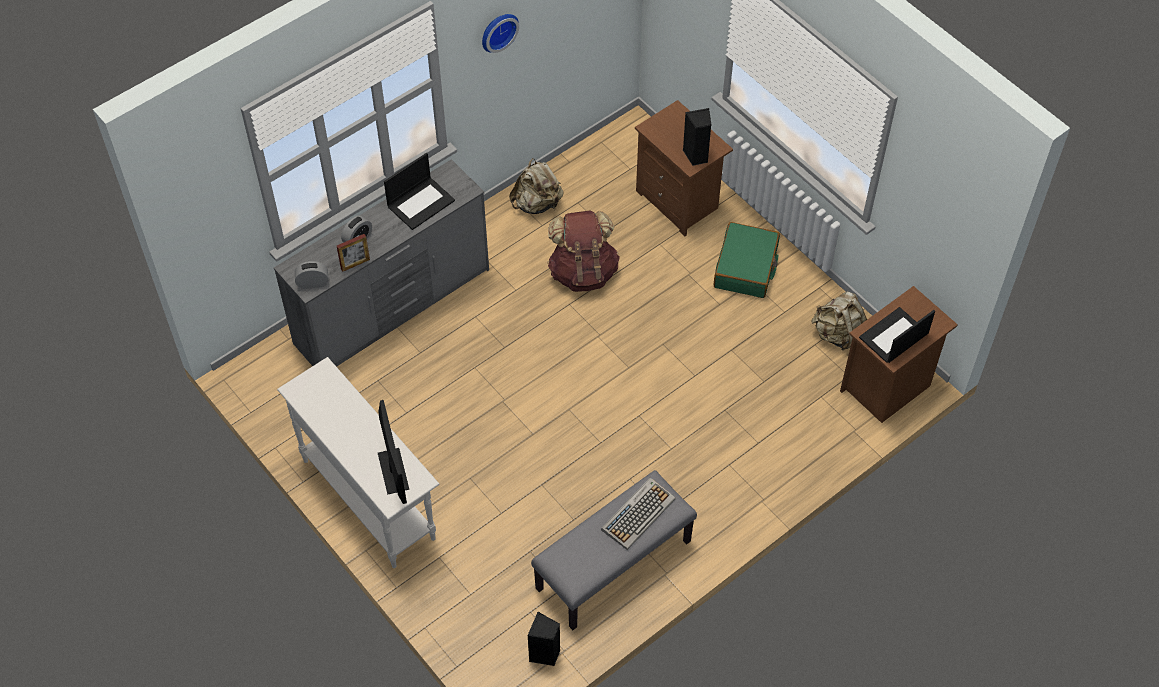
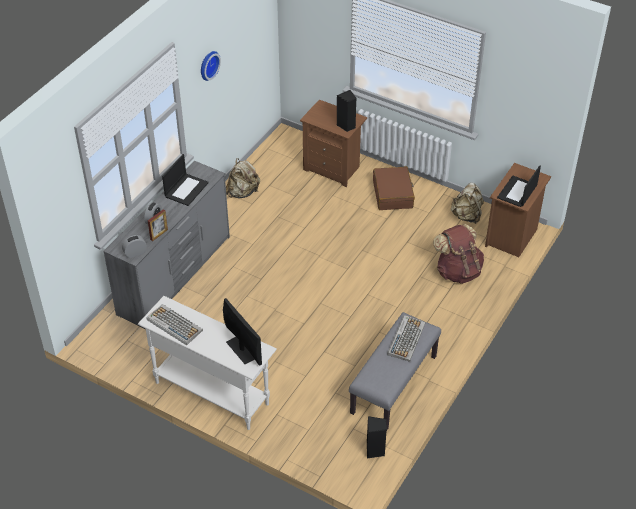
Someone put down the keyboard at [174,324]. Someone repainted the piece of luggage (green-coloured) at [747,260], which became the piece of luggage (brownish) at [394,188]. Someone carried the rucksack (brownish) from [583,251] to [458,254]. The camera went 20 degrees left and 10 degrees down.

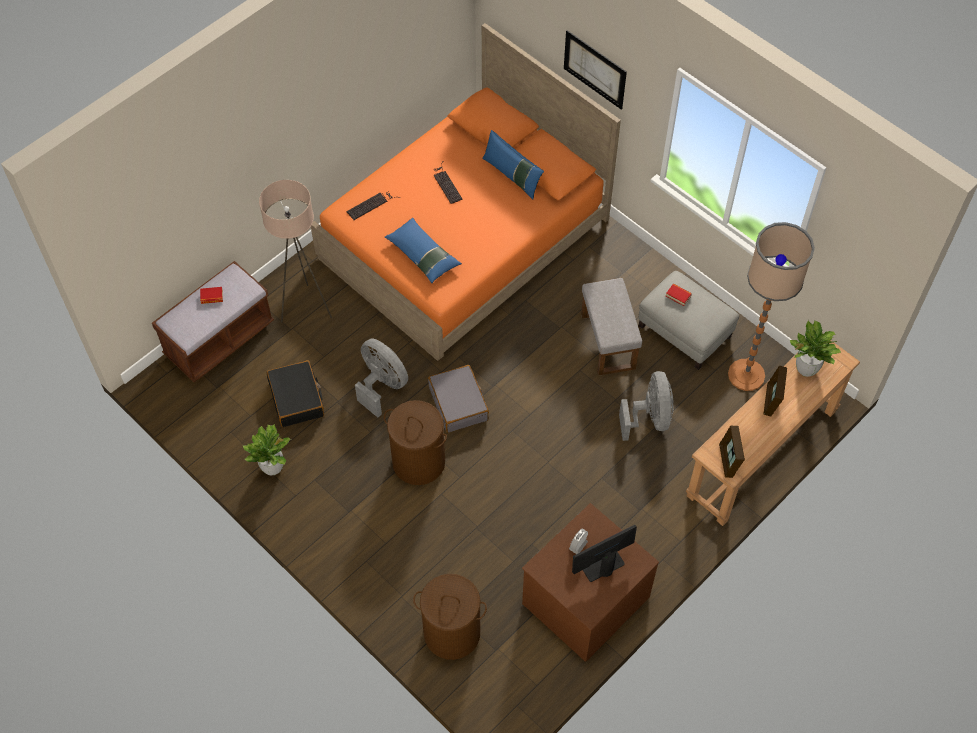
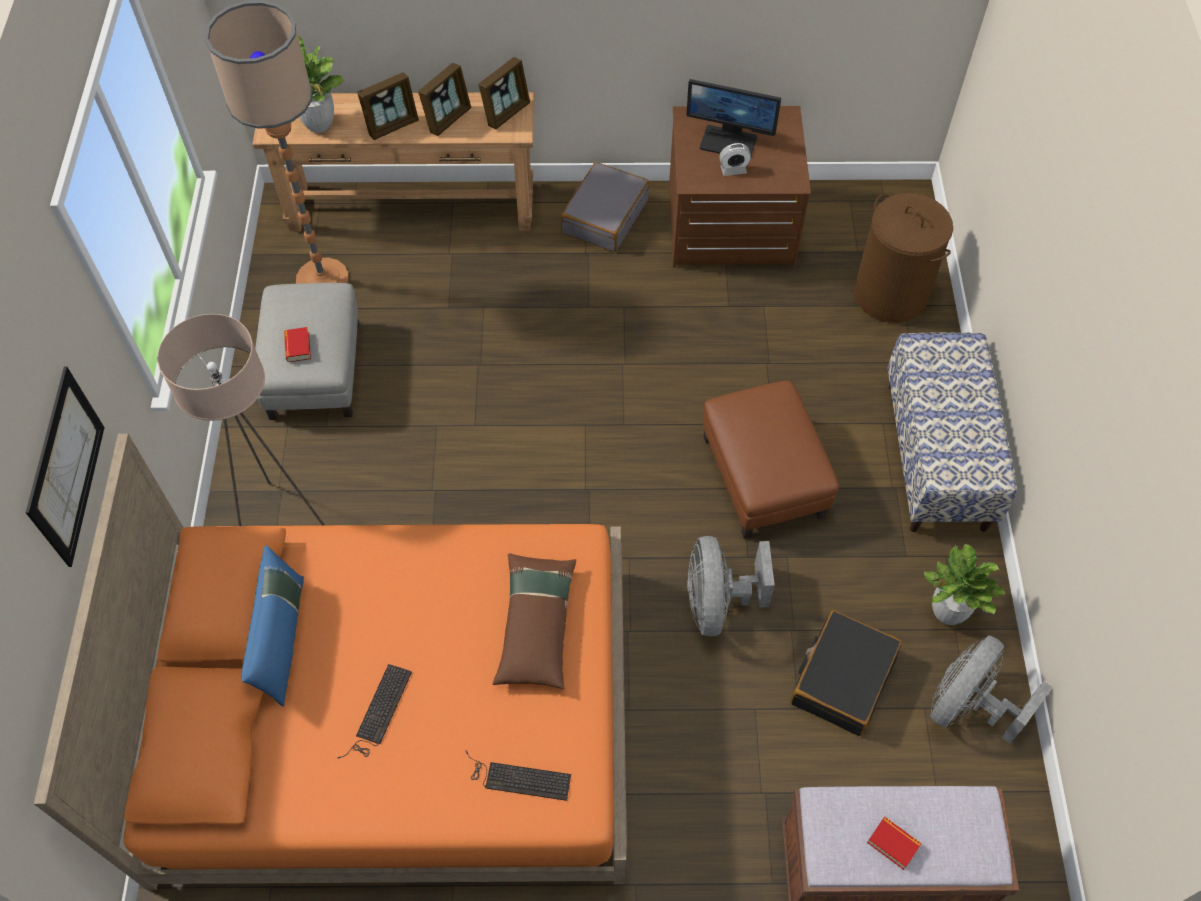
Someone carried the standing lamp (sand-coloured) from [295,251] to [241,420]. Someone put down the picture frame at [444,99]. Someone repainted the pillow (blue) at [423,250], which became the pillow (brownish) at [534,621]. Someone carried the piece of luggage (grey) from [458,399] to [605,207]. Someone swapped the hamper (brownish) at [415,442] for the footrest (brownish) at [771,460]. Someone put down the indoor bench at [952,432]. Someone carried the fan (grey) from [646,406] to [991,689]. Someone took away the footrest (grey) at [611,327]. The camera went 135 degrees left and 0 degrees up.

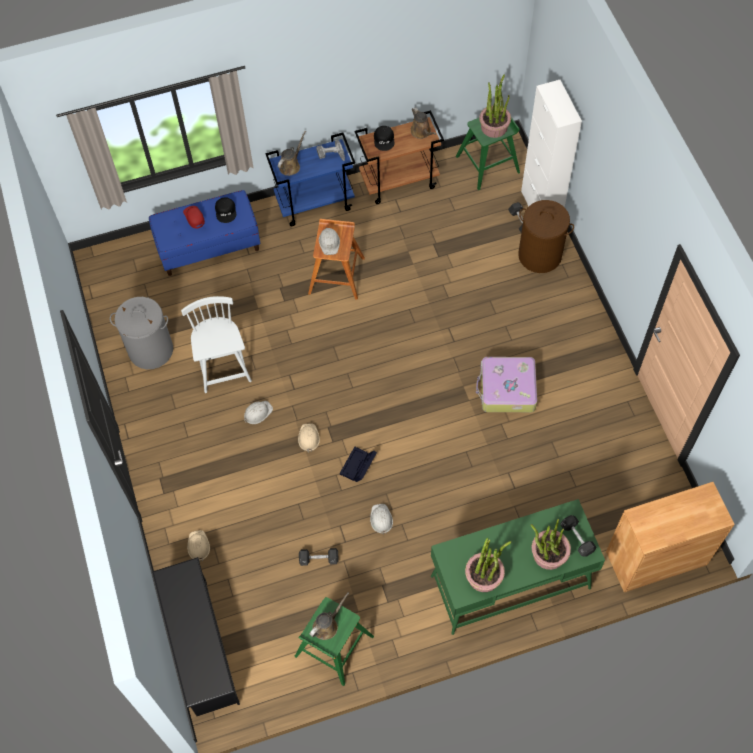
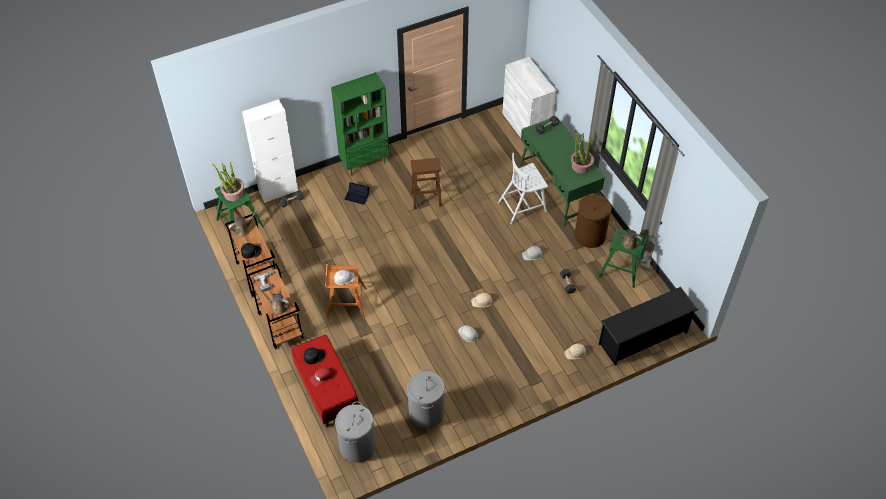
Someone repainted the trolley (blue) at [310,179], which became the trolley (brownish) at [275,306]. Someone repainted the indoor bench (blue) at [204,233], which became the indoor bench (red) at [325,381]. Someone put down the bookshelf (green-coloured) at [360,124]. Someone put down the hamper (grey) at [355,432]. Someone carried the storage container (blackish) from [358,464] to [357,193]. Someone swapped the piece of luggage at [506,384] for the sitting stool (brownish) at [426,183]. Someone carried the plain chair (white-coloured) from [216,344] to [523,188]. Someone repainted the storage cabinet (brownish) at [670,537], which became the storage cabinet (white-coloured) at [529,97]. Someone carried the hamper (brownish) from [546,236] to [593,220]. Someone took away the potted plant at [551,544]. The camera went 100 degrees left and 10 degrees down.

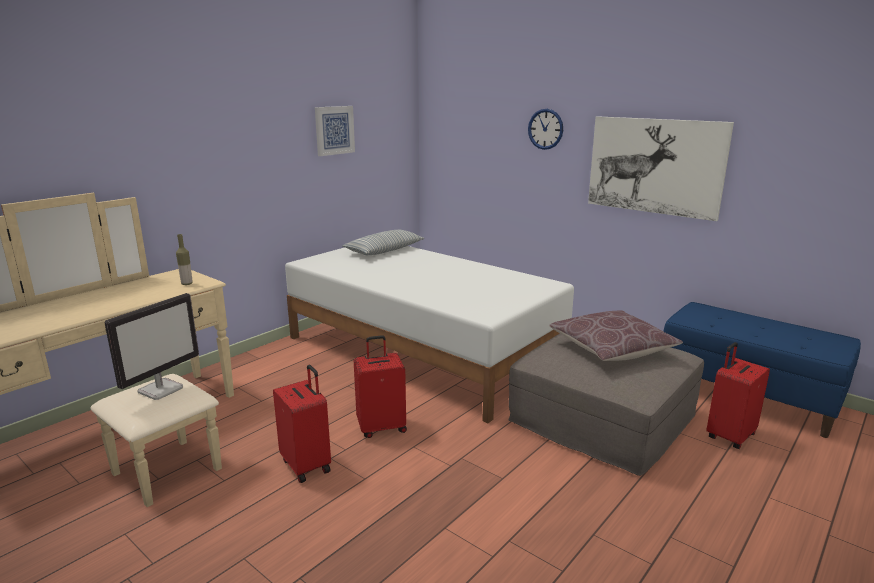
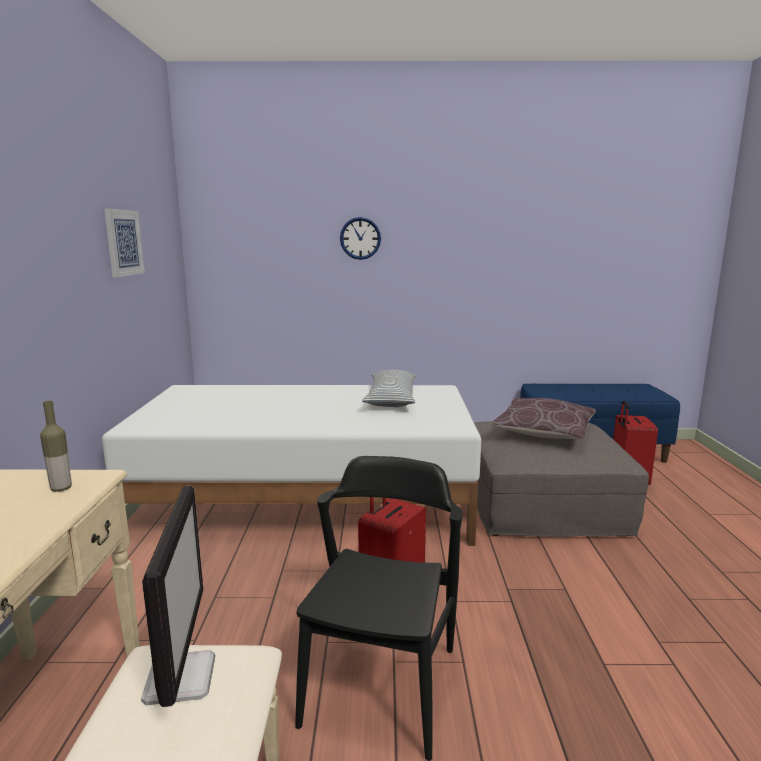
Someone swapped the piece of luggage (red) at [302,424] for the plain chair (blackish) at [379,608]. Someone carried the pillow from [383,242] to [389,388]. Someone took away the picture at [661,168]. The camera went 40 degrees left and 5 degrees down.

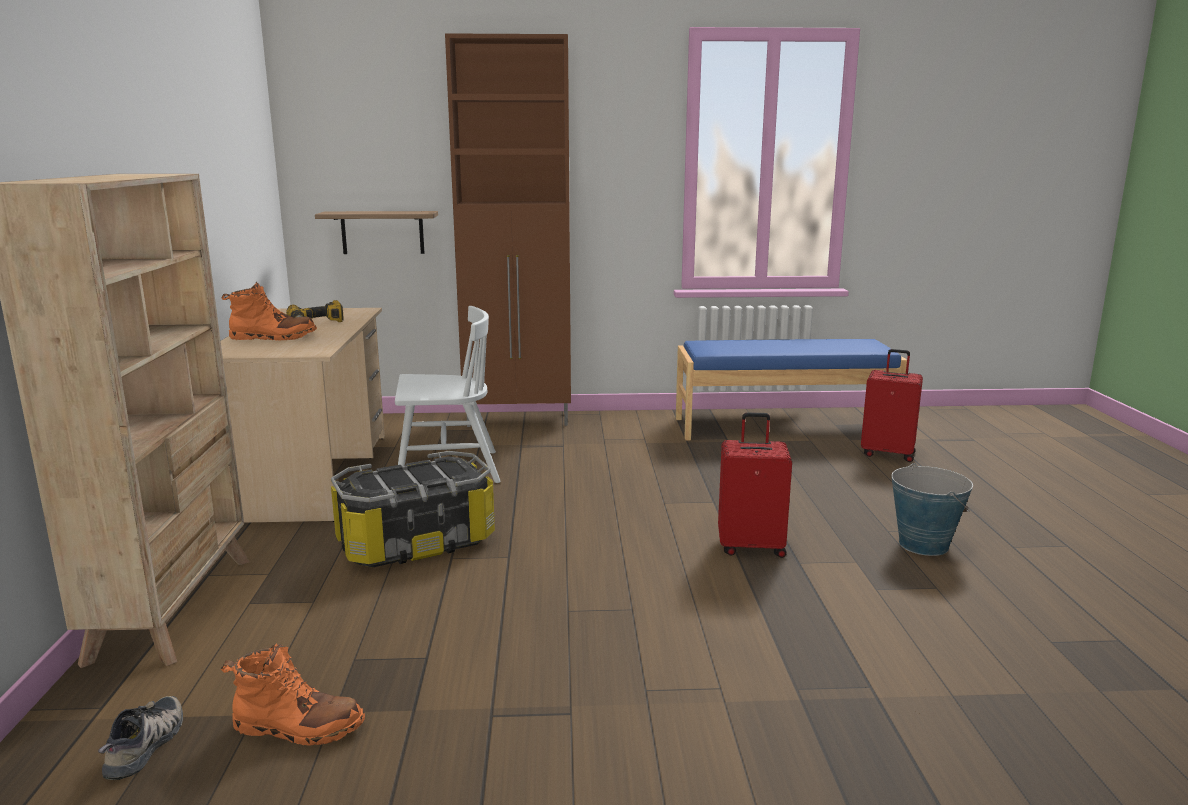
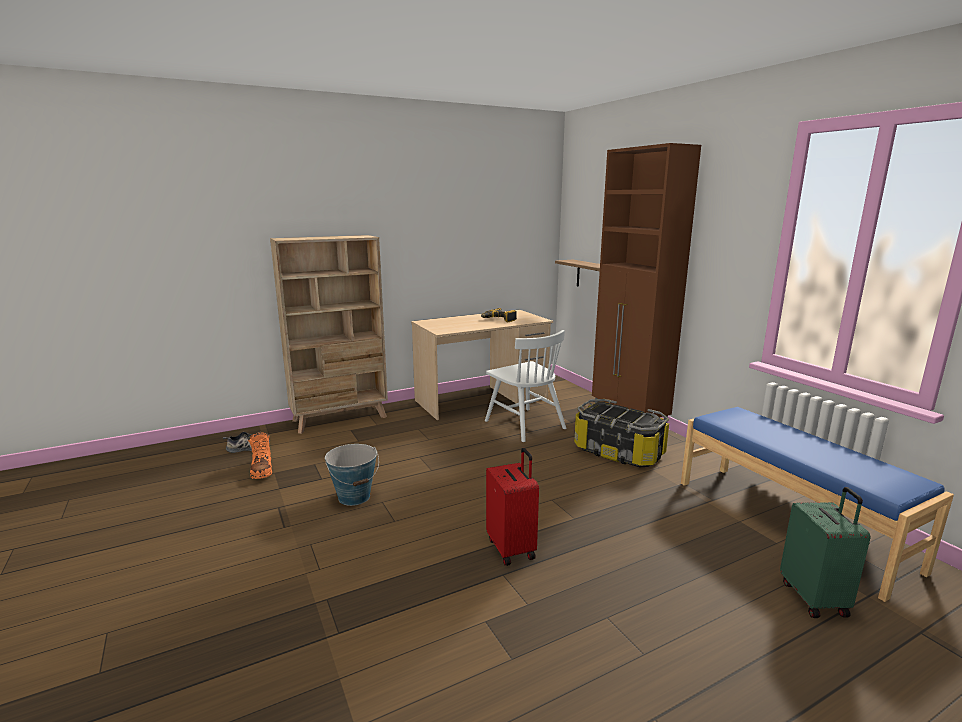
Someone carried the water bucket from [932,509] to [352,475]. Someone carried the storage container from [413,509] to [621,433]. Someone repainted the piece of luggage (red) at [892,405], which became the piece of luggage (green-coloured) at [825,552]. Someone took away the tall boot (orangey) at [269,311]. The camera went 65 degrees right and 0 degrees up.

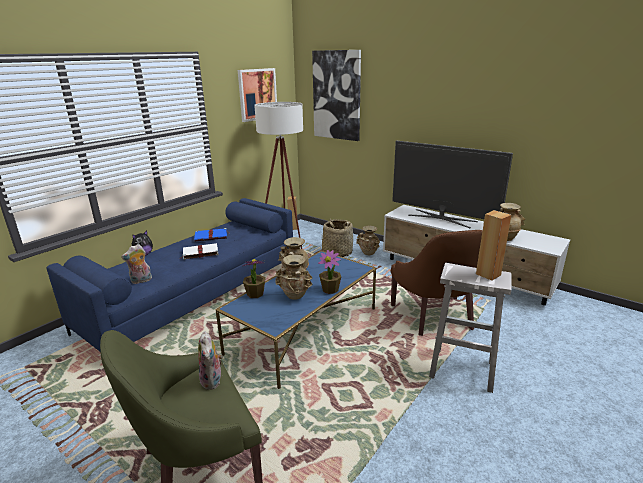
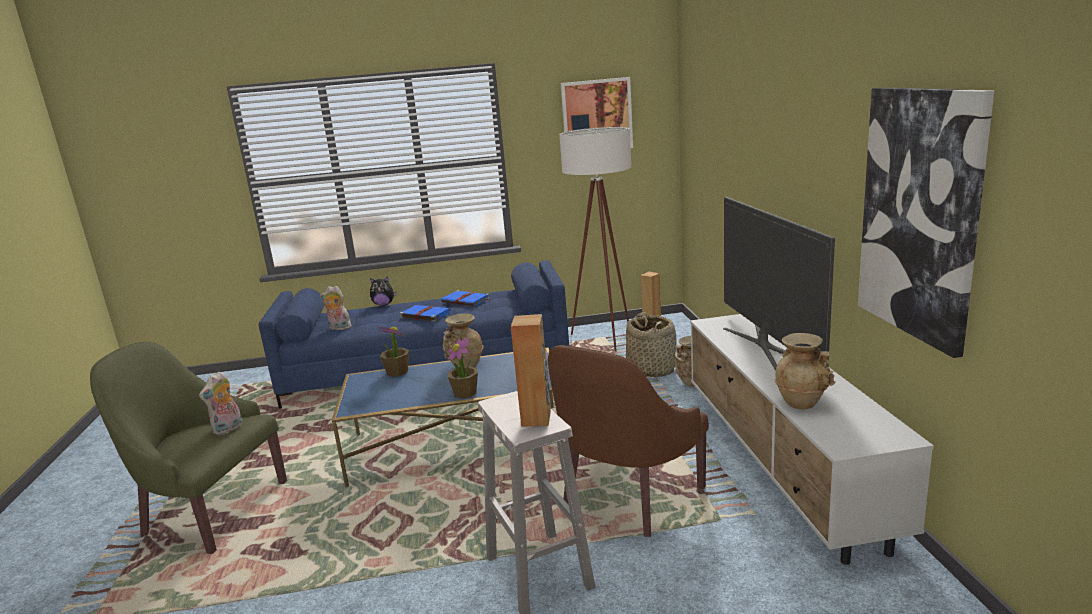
Someone repainted the book (white-coloured) at [199,251], which became the book (blue) at [425,313]. Someone carried the picture from [336,95] to [926,222]. Someone took away the decorative vase (sand-coloured) at [294,277]. The camera went 45 degrees right and 5 degrees down.

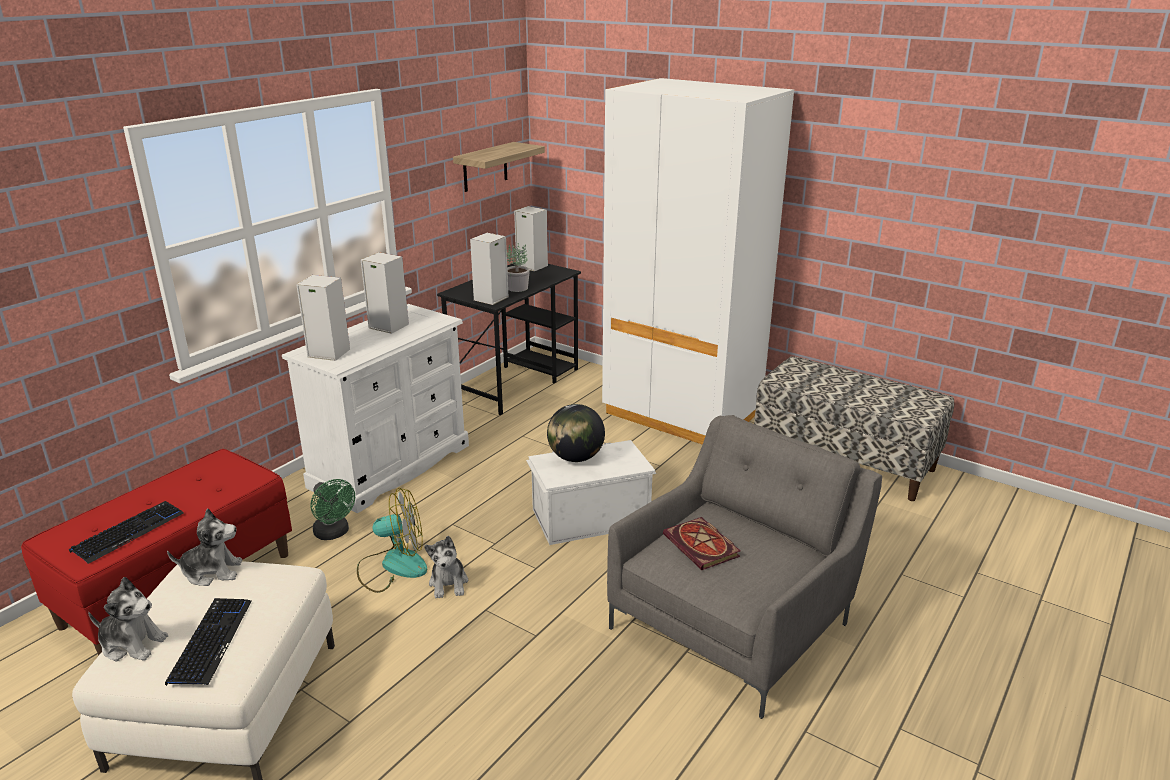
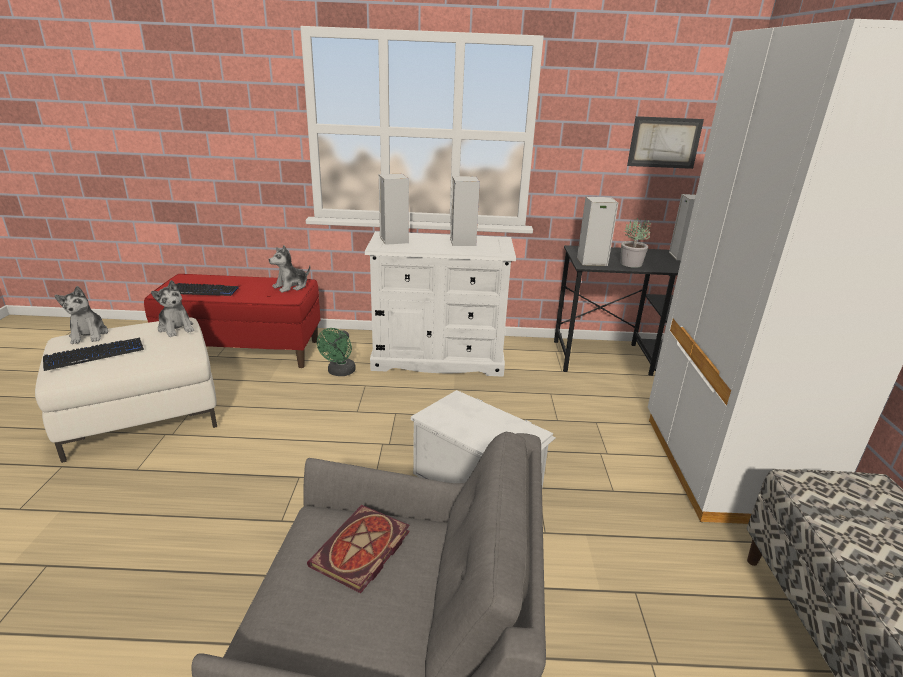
Someone carried the soft toy from [446,567] to [289,268]. Someone swapped the wall shelf at [499,167] for the picture at [665,142]. Someone took away the fan at [392,540]. Someone took away the world globe at [576,433]. The camera went 55 degrees right and 0 degrees up.

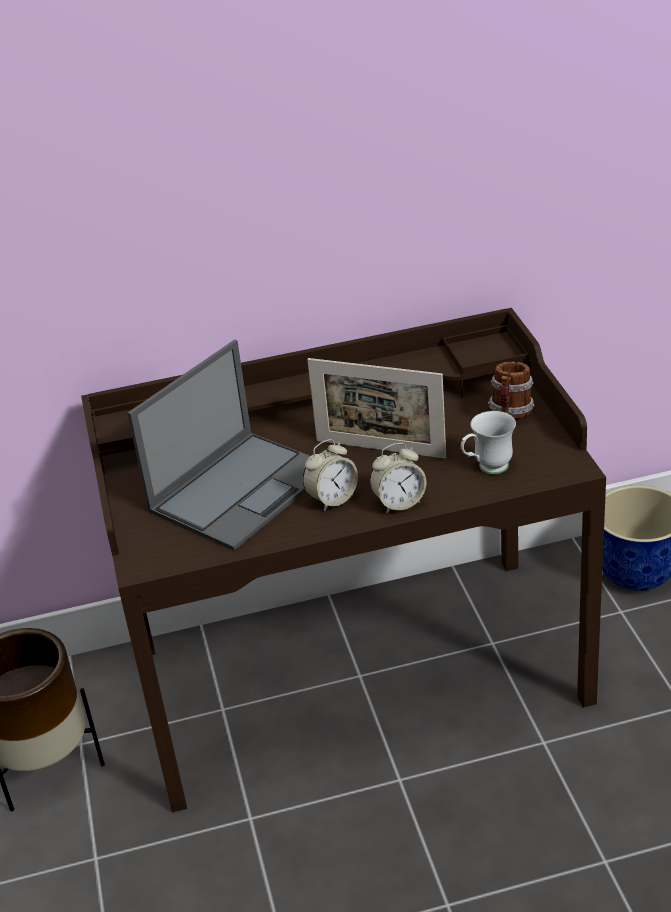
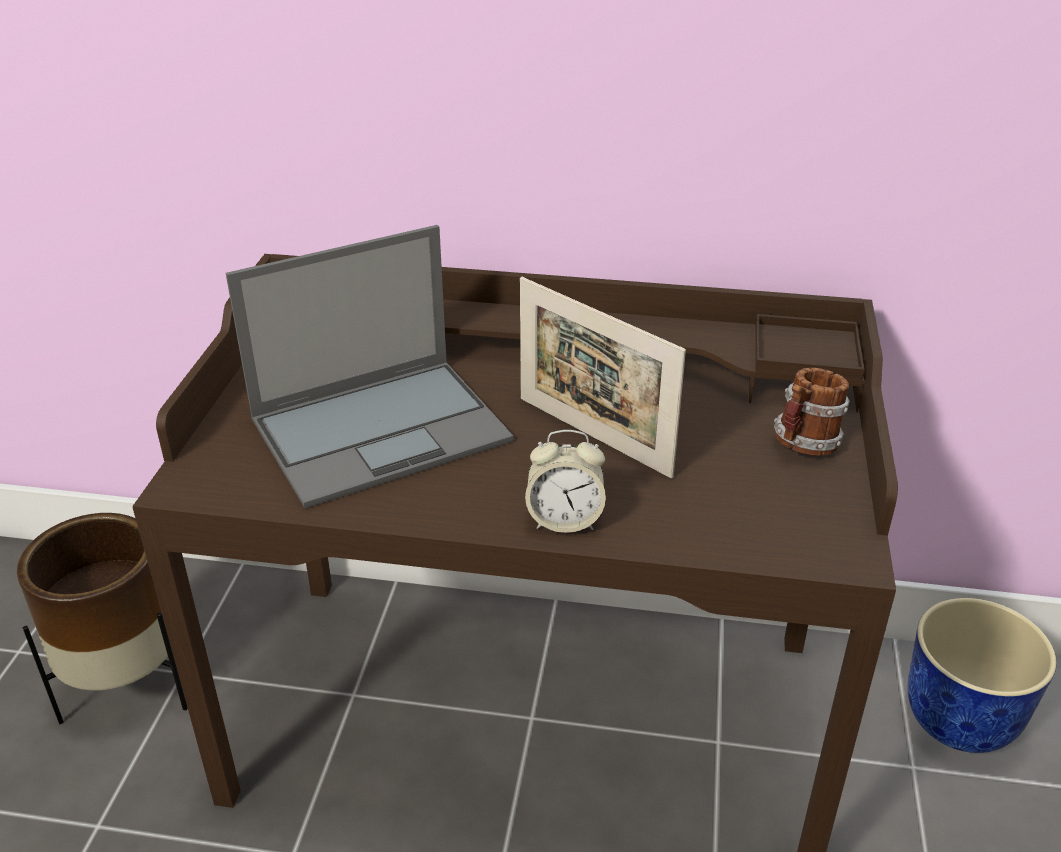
Someone took away the table clock at [330,475]. Someone took away the tea mug (white-coloured) at [488,442]. The camera went 20 degrees right and 0 degrees up.

